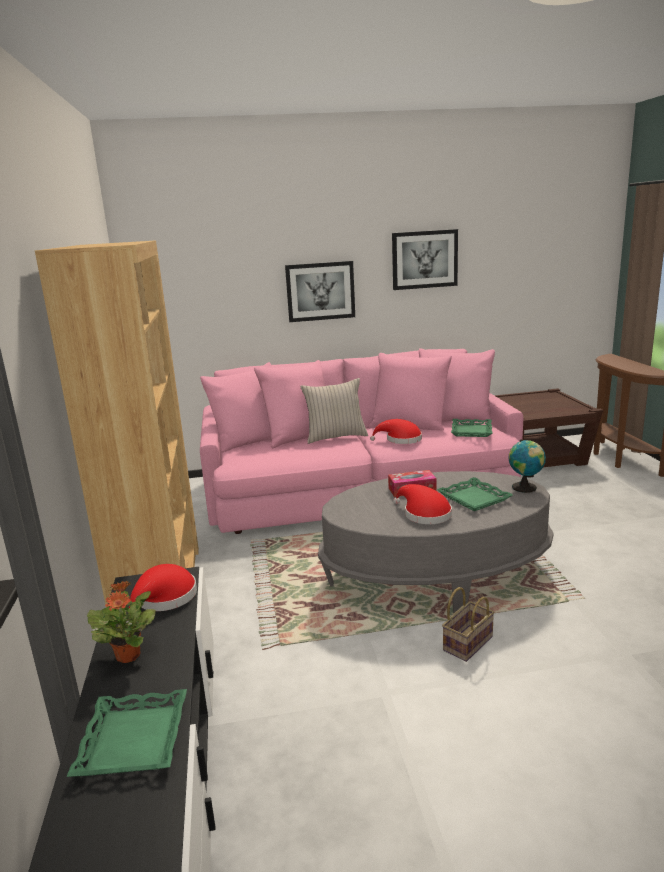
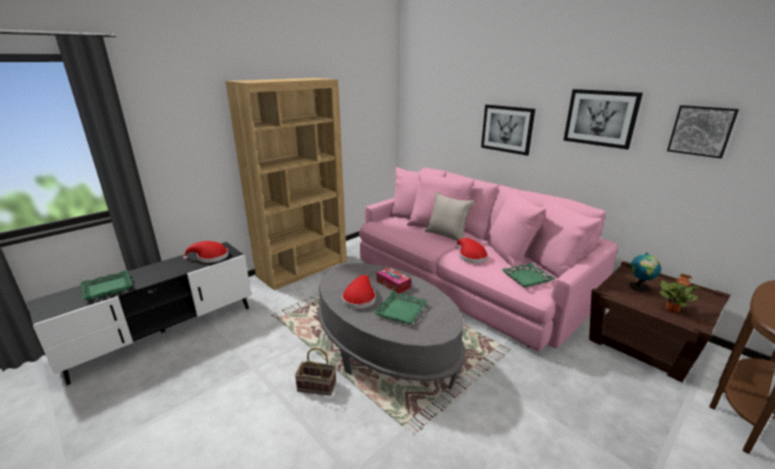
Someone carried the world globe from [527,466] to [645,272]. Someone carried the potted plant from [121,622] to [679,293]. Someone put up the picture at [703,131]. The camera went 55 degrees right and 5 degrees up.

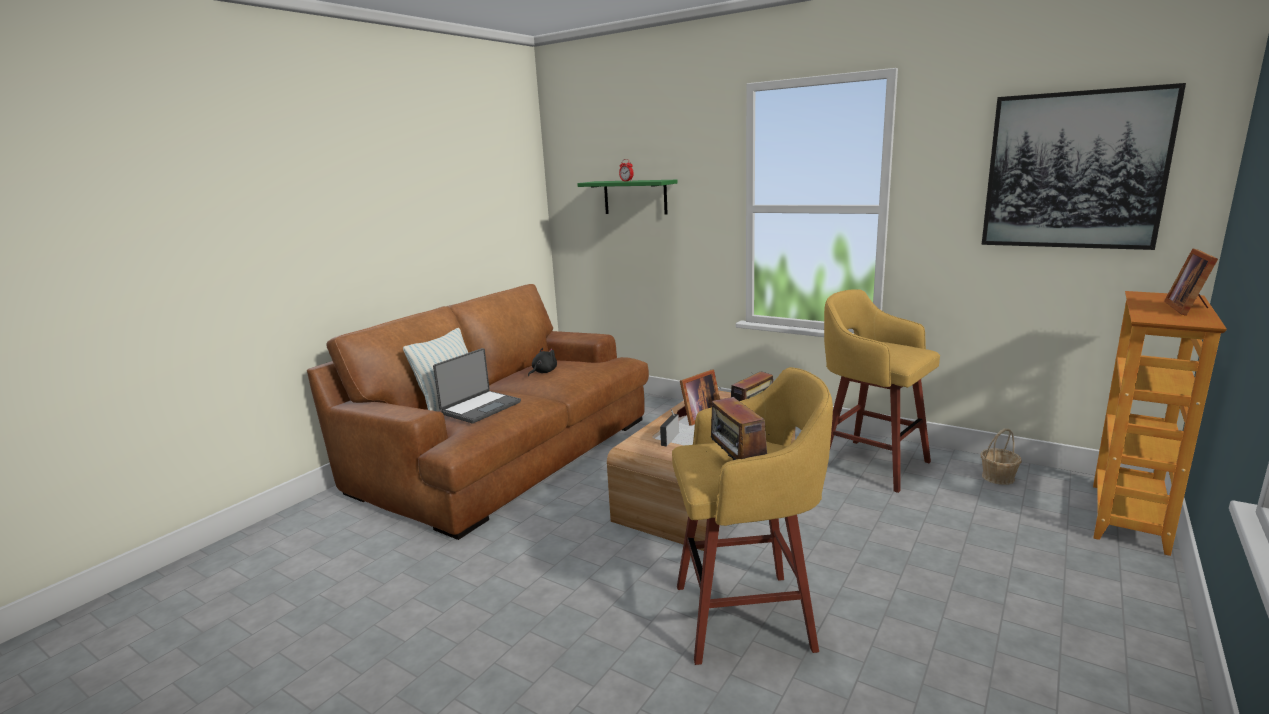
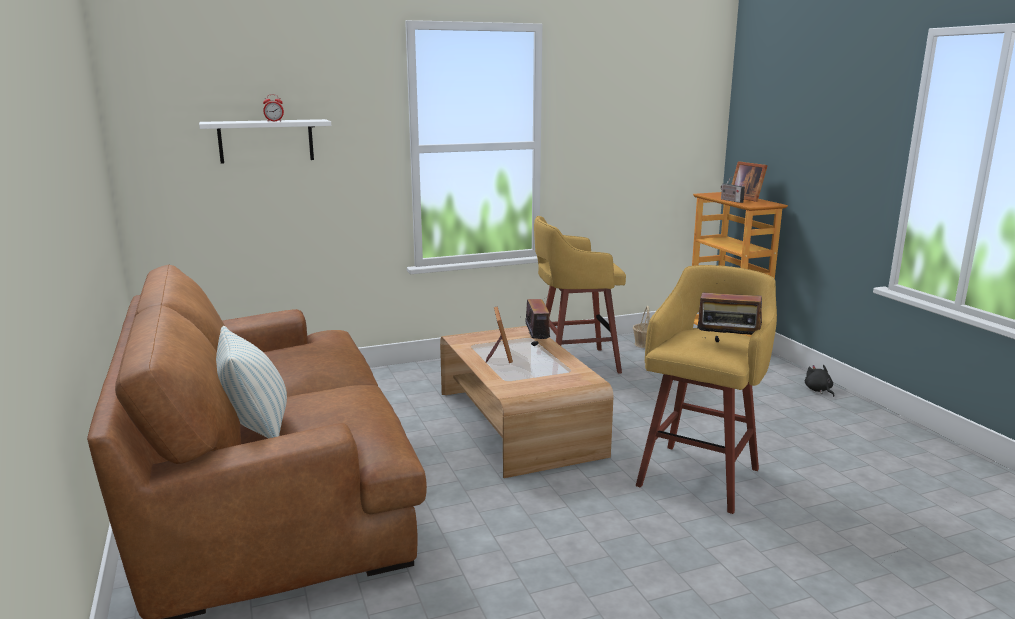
Someone repainted the wall shelf (green-coloured) at [627,197], which became the wall shelf (white-coloured) at [265,141]. Someone carried the radio from [669,427] to [733,189]. Someone carried the soft toy (blackish) from [542,362] to [819,381]. Someone took away the portable computer at [477,385]. Someone took away the picture at [1084,166]. The camera went 55 degrees left and 0 degrees up.

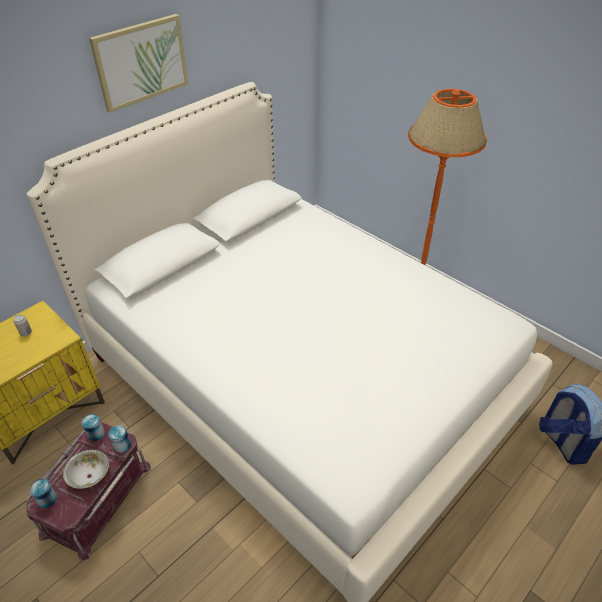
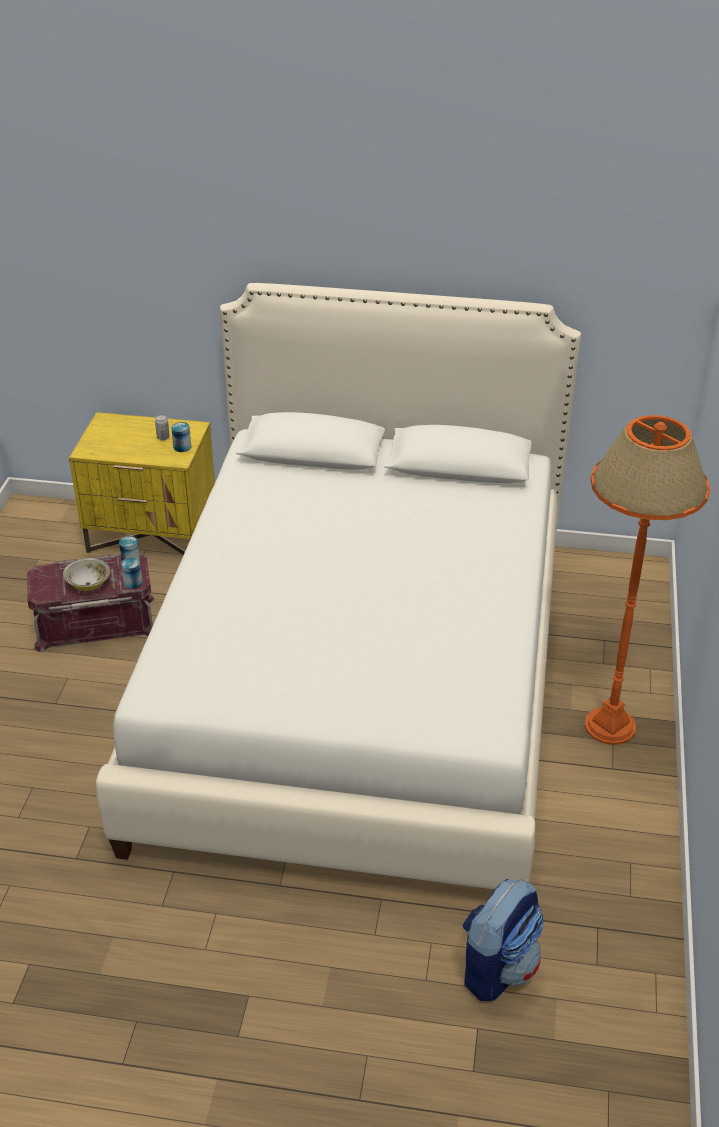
Someone carried the metal can from [43,493] to [181,437]. Someone took away the picture at [138,63]. The camera went 55 degrees right and 5 degrees down.

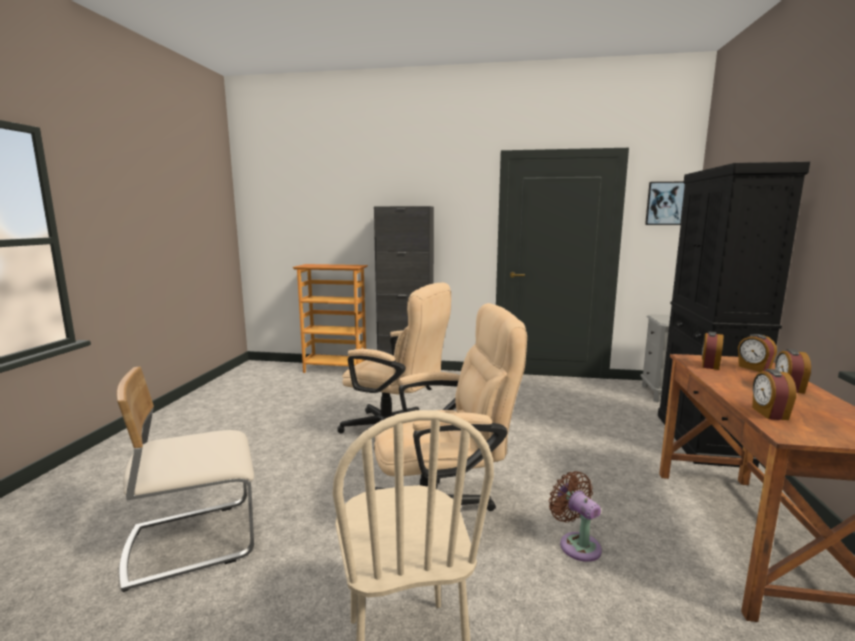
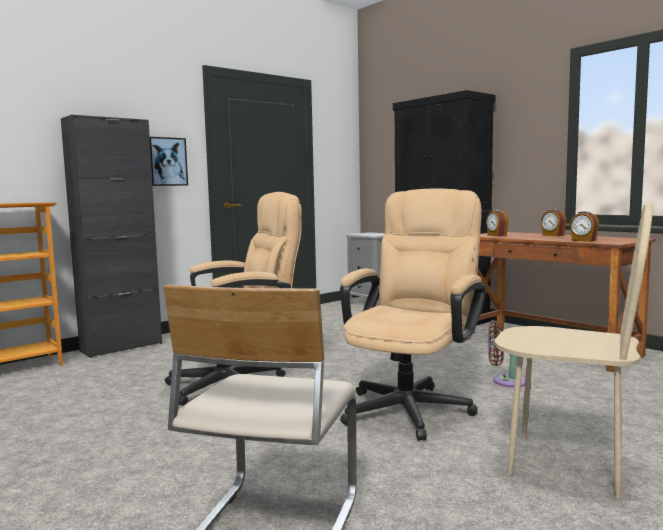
Someone carried the picture from [665,203] to [169,161]. Someone took away the table clock at [757,353]. The camera went 50 degrees left and 5 degrees down.

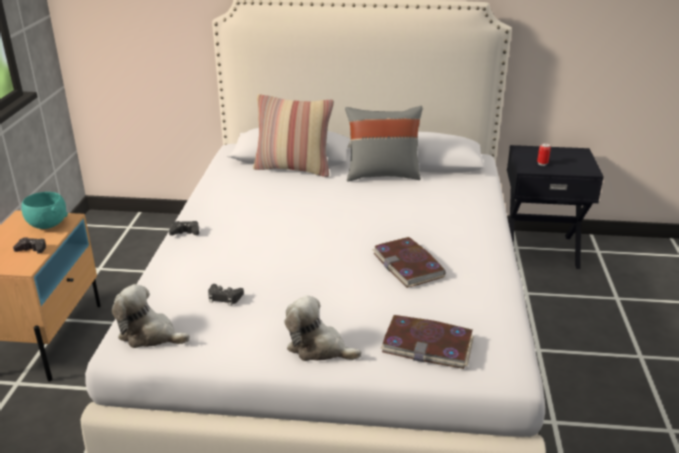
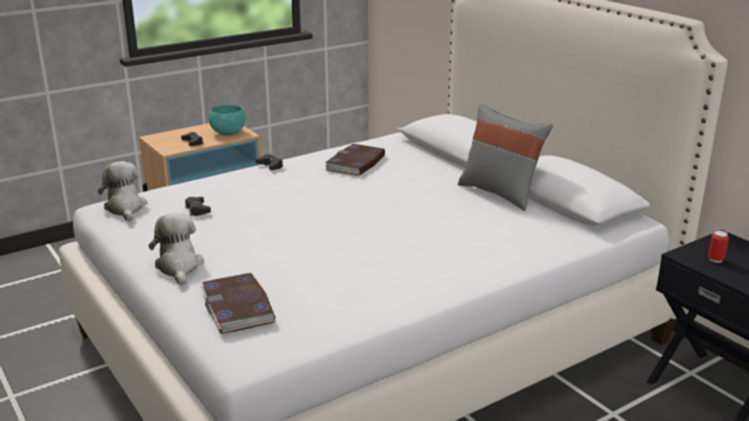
Someone carried the book from [408,262] to [355,160]. Someone took away the pillow at [293,135]. The camera went 50 degrees right and 5 degrees down.

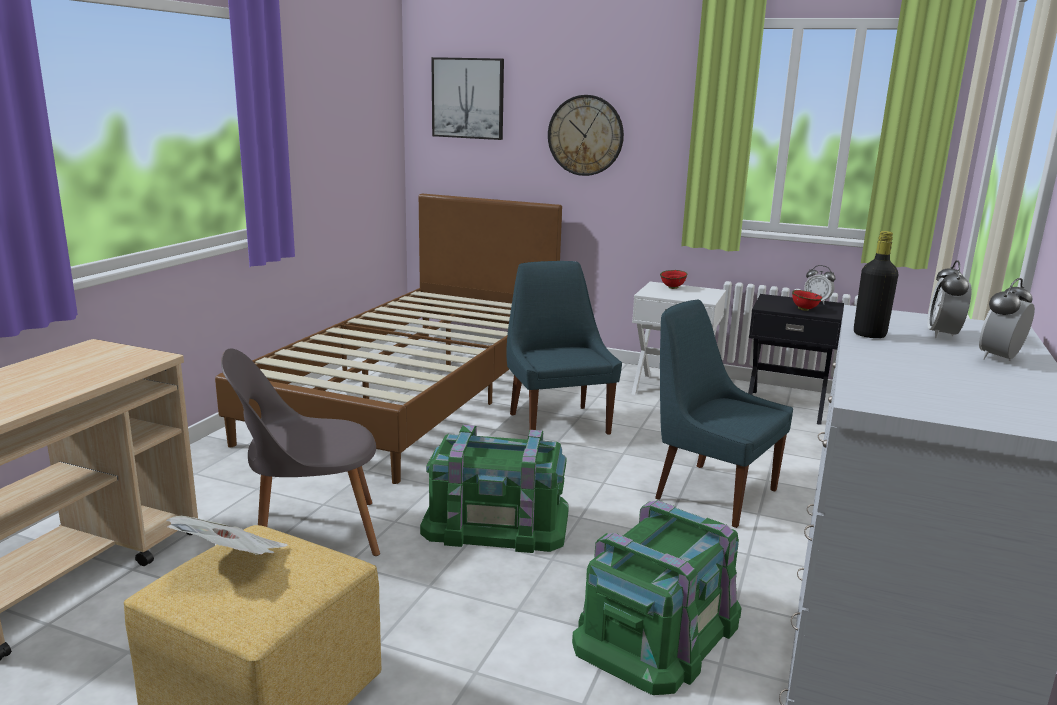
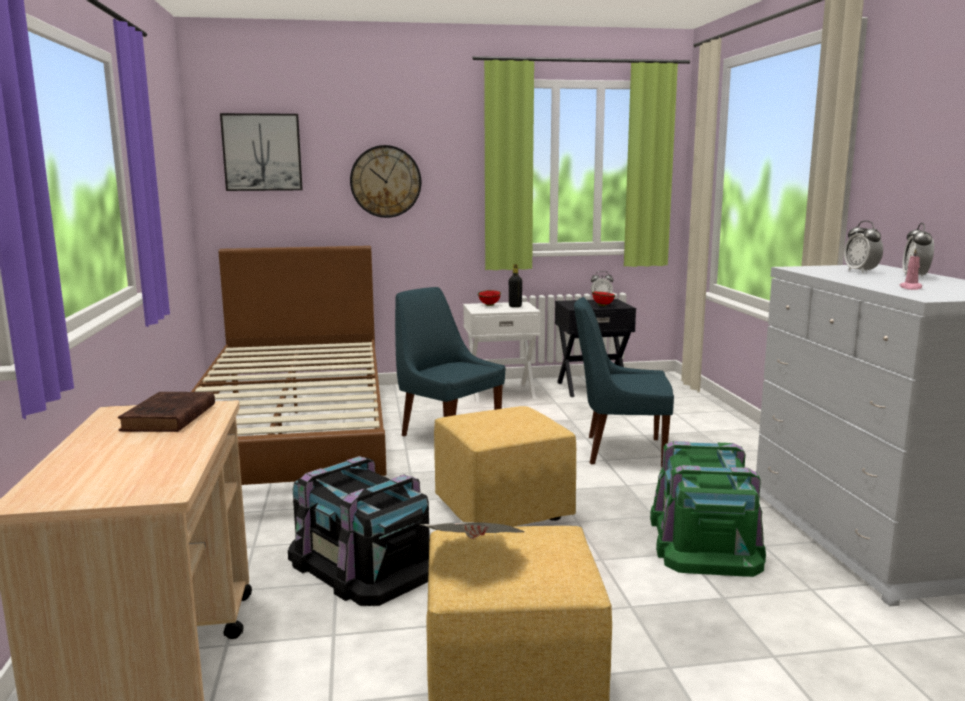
Someone put down the book (brownish) at [166,412]. Someone swapped the plain chair (grey) at [300,452] for the storage container (blackish) at [359,531]. Someone swapped the storage container (green-coloured) at [494,489] for the footrest (yellow) at [505,466]. Someone carried the bottle (blackish) from [876,284] to [515,285]. Someone put down the wax light (pink) at [911,269]. The camera went 30 degrees left and 5 degrees down.

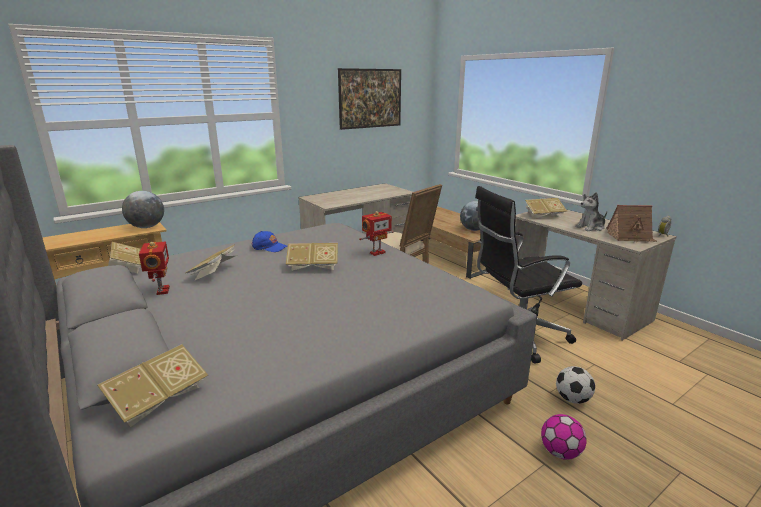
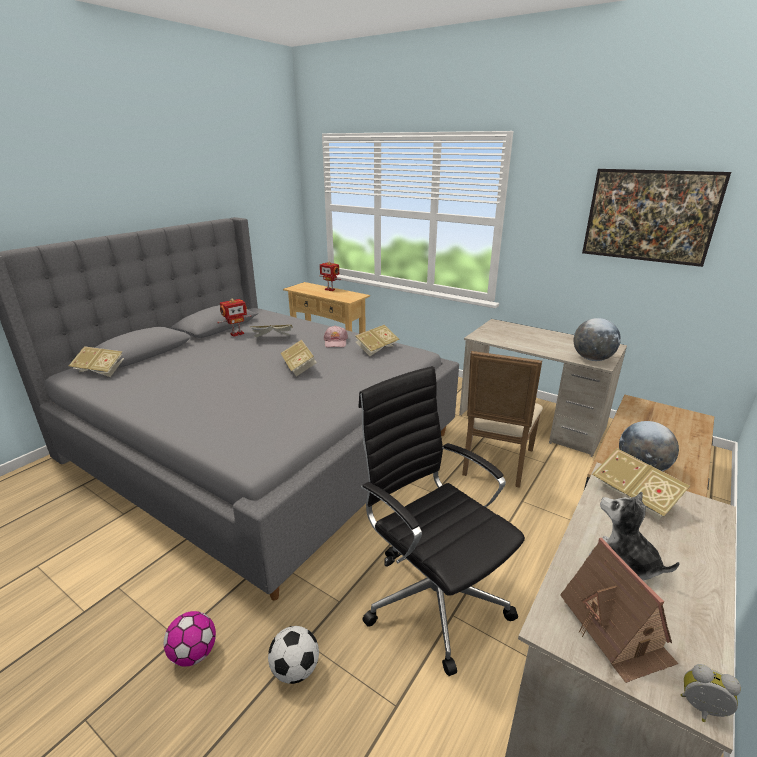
Someone carried the toy robot from [376,233] to [330,276]. Someone repainted the peaked cap (blue) at [269,241], which became the peaked cap (pink) at [336,336]. Someone carried the book from [124,257] to [377,340]. Someone carried the world globe from [143,209] to [597,339]. The camera went 70 degrees right and 5 degrees up.

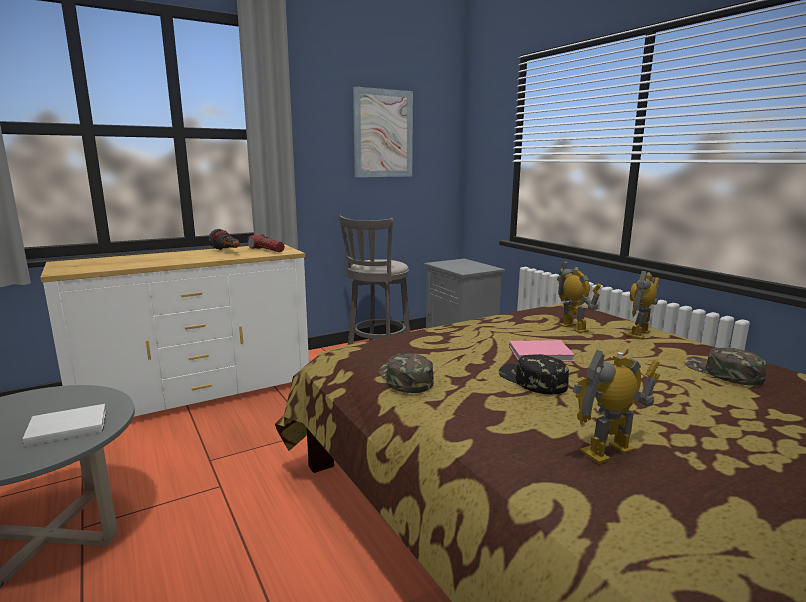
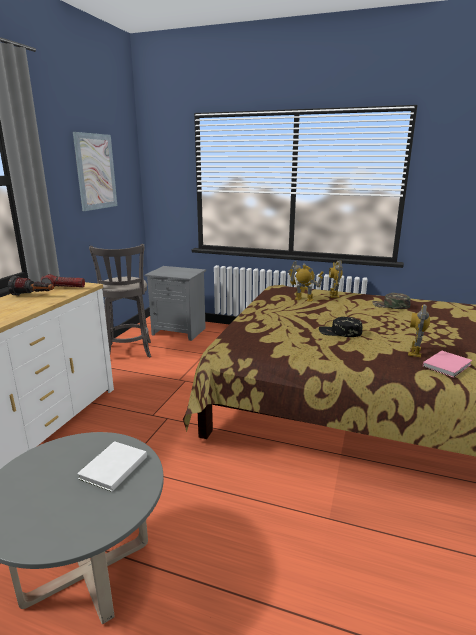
Someone carried the book (pink) from [542,351] to [447,364]. Someone took away the peaked cap (green-coloured) at [406,373]. The camera went 40 degrees left and 5 degrees up.

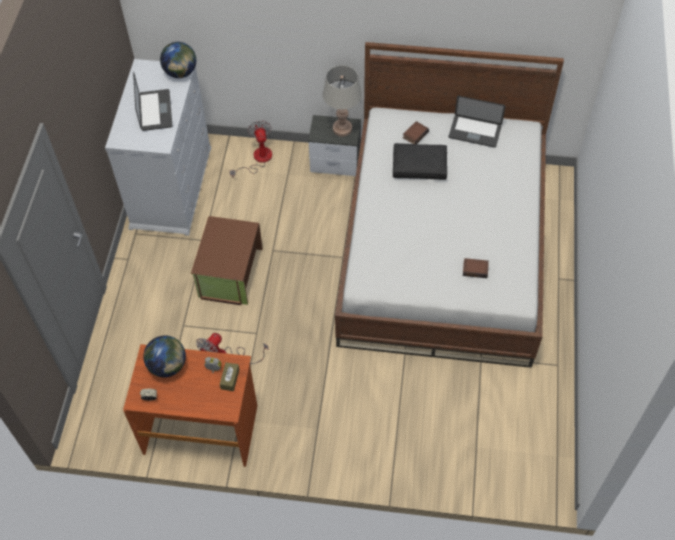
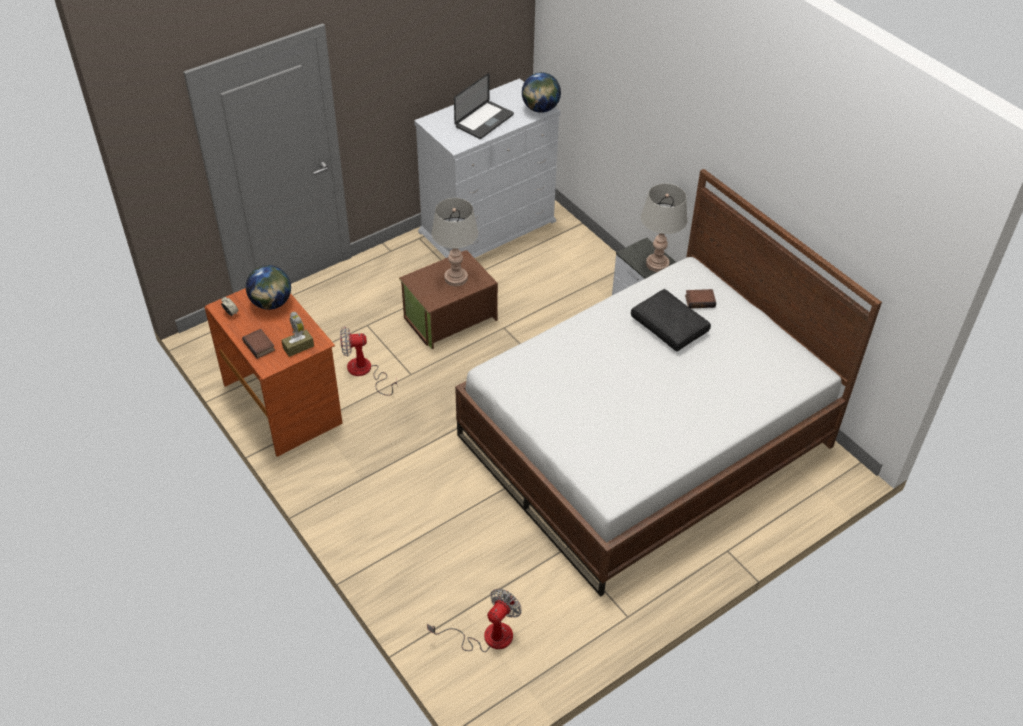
Someone carried the book from [476,268] to [258,344]. Someone carried the fan from [251,149] to [474,620]. Someone put down the tabletop lamp (grey) at [454,242]. Someone took away the portable computer at [477,122]. The camera went 45 degrees right and 10 degrees down.

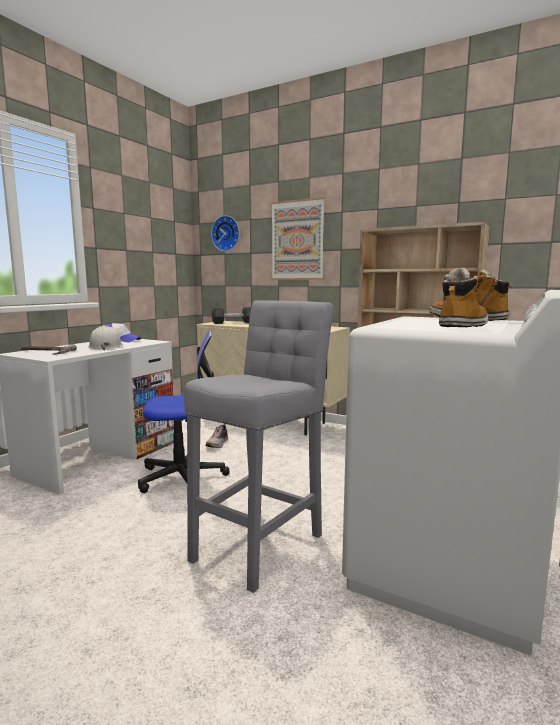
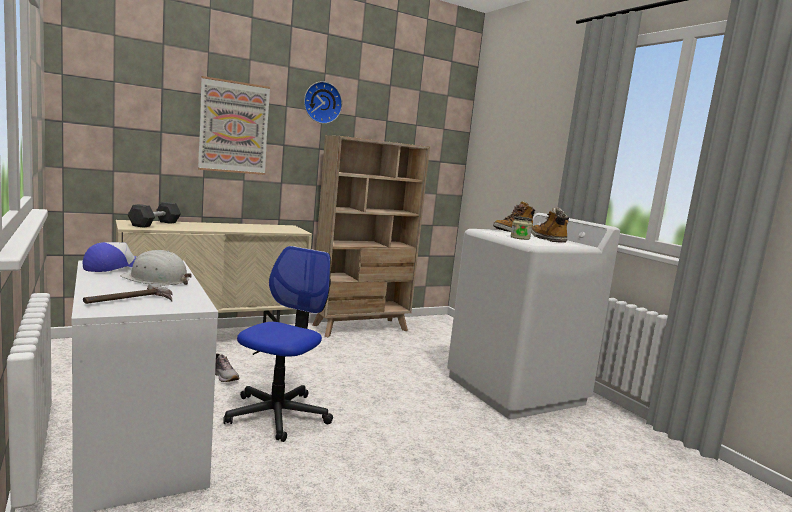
Someone carried the clock on the wall from [225,234] to [323,102]. Someone put down the storage jar at [521,228]. Someone took away the sitting stool (grey) at [259,446]. The camera went 60 degrees left and 0 degrees up.

